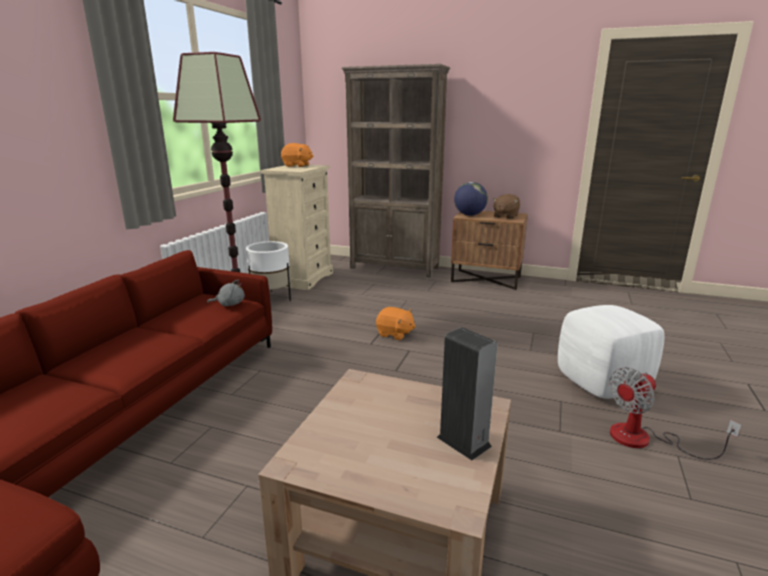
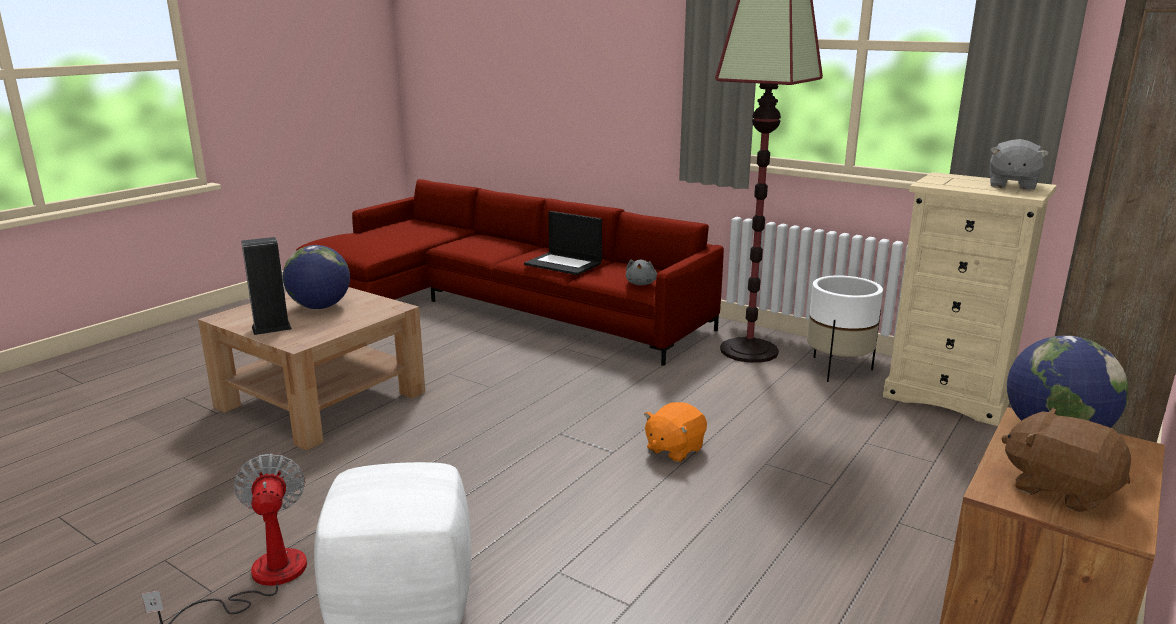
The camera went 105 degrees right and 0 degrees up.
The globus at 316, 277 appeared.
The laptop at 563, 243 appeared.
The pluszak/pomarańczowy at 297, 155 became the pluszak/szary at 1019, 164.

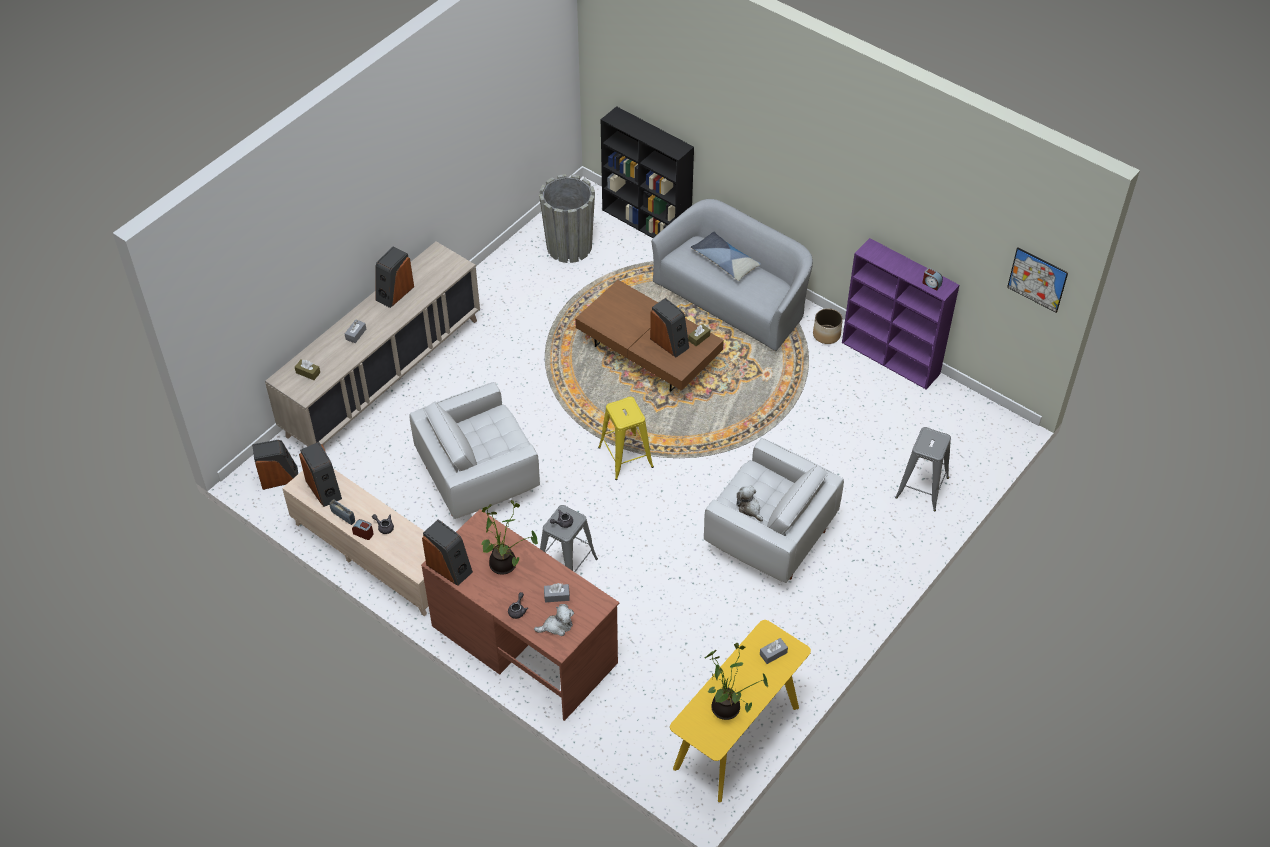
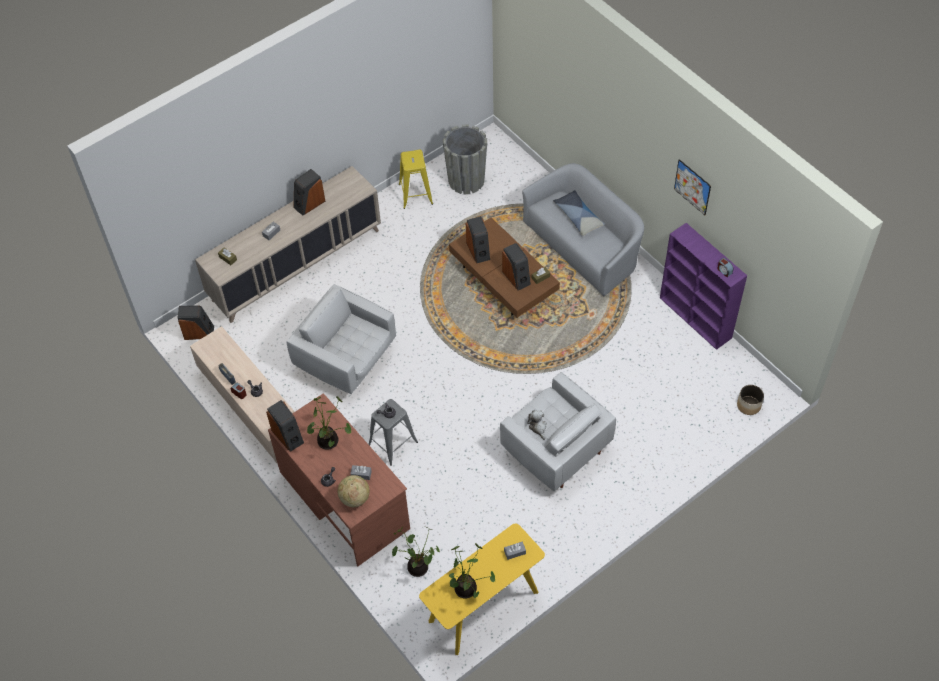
The camera went 15 degrees right and 5 degrees up.
The regał/czarny at 647, 172 disappeared.
The stołek/szary at 923, 469 disappeared.
The roślina doniczkowa at 416, 552 appeared.
The głośnik moved from 320, 474 to 478, 240.
The stołek/żółty moved from 626, 438 to 416, 179.
The donica moved from 828, 326 to 750, 400.
The obraz moved from 1037, 280 to 692, 187.
The pluszak at 554, 620 was replaced by the globus at 354, 491.
The fotel/biały at 474, 450 turned 45 degrees clockwise.

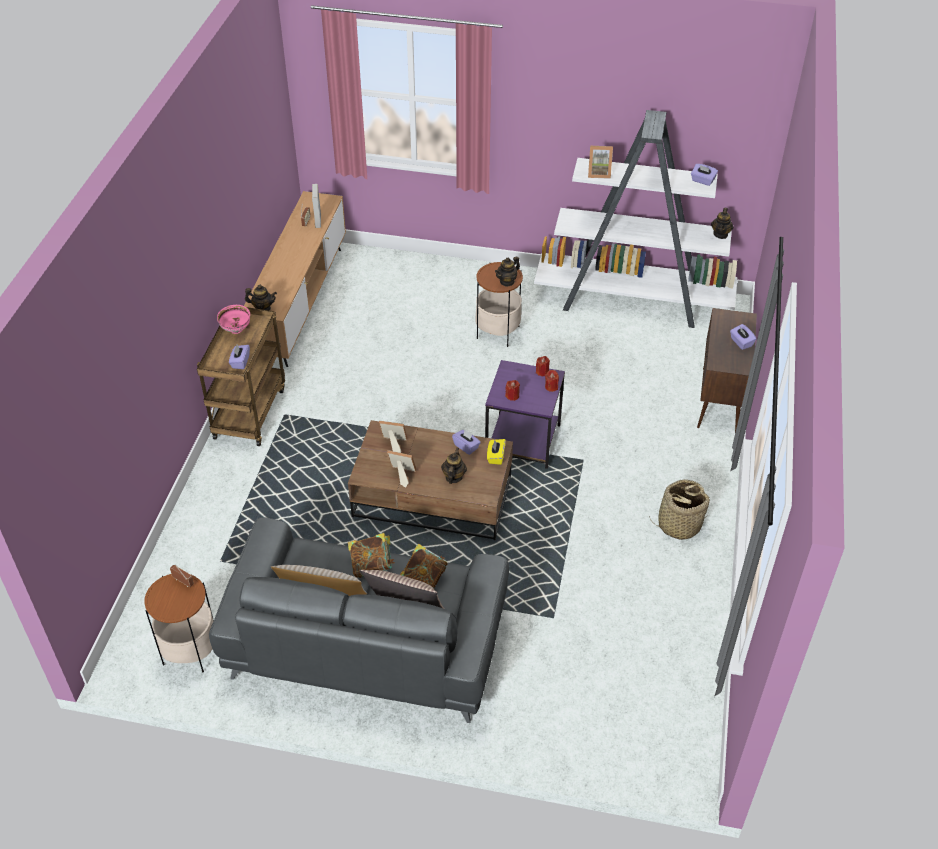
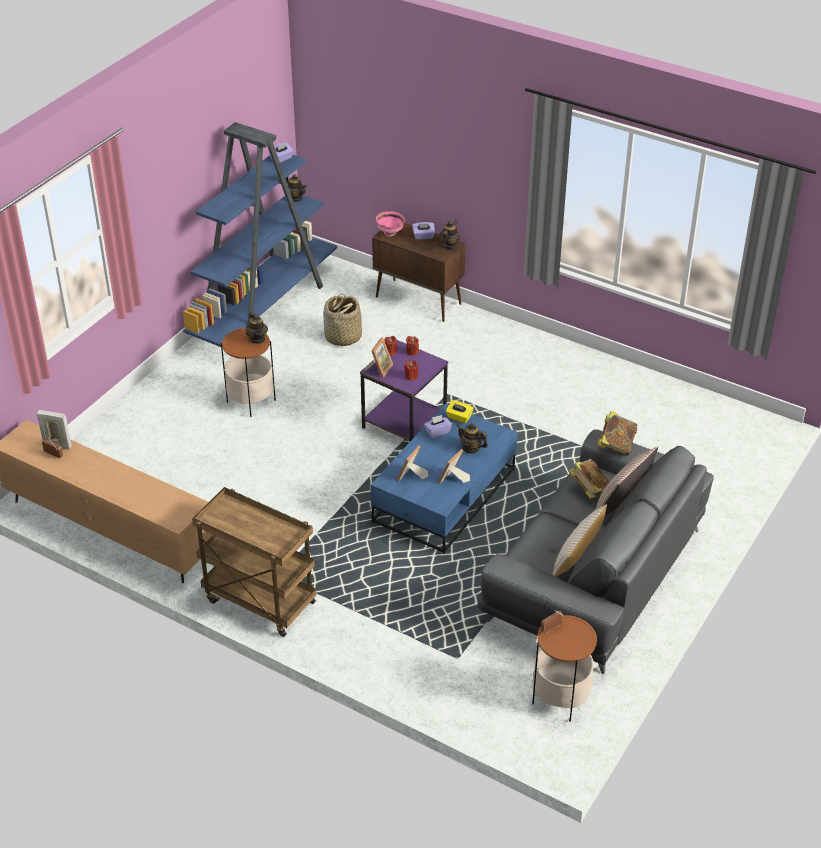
The camera went 70 degrees left and 5 degrees down.
The pudełko chusteczek/fioletowy at 239, 357 disappeared.
The miska/różowy moved from 233, 319 to 390, 223.
The imbryk moved from 261, 297 to 450, 235.
The książka moved from 371, 555 to 617, 433.
The ramka na zdjęcie moved from 600, 162 to 378, 357.
The koszyk moved from 679, 509 to 342, 319.
The ława/brązowy at 430, 480 became the ława/niebieski at 444, 479.
The regał/biały at 635, 219 became the regał/niebieski at 260, 235.

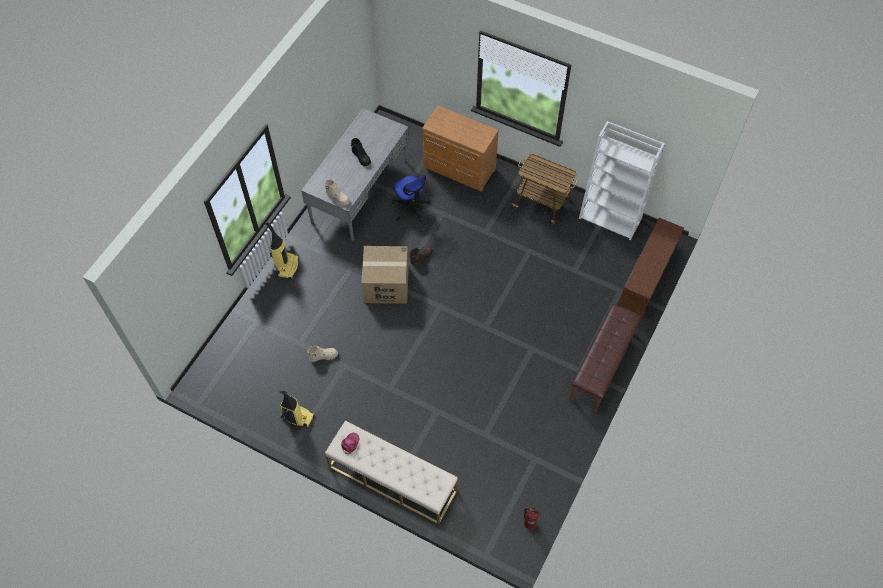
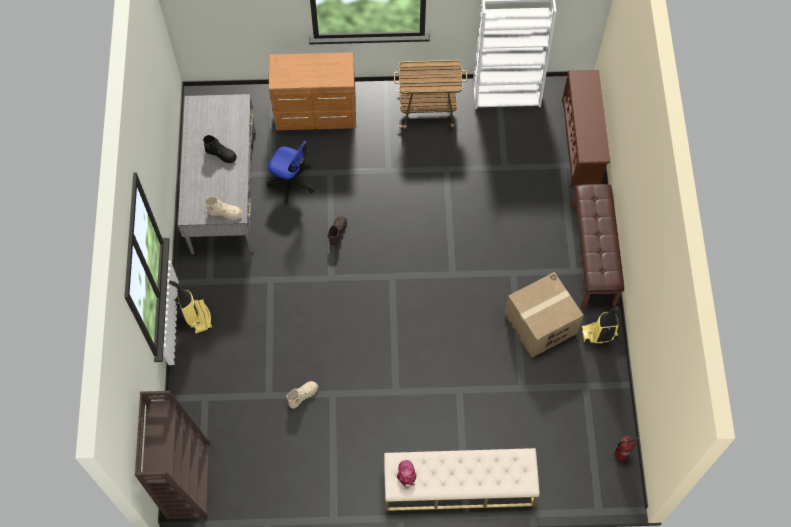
The camera went 30 degrees left and 5 degrees up.
The regał/brązowy at 172, 455 appeared.
The odkurzacz moved from 297, 409 to 600, 325.
The karton moved from 385, 275 to 544, 314.

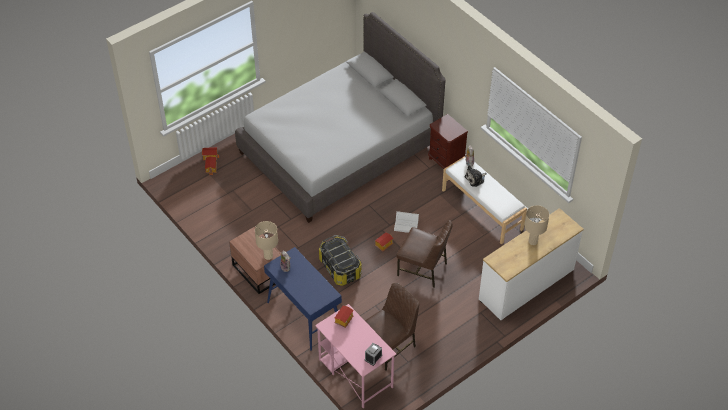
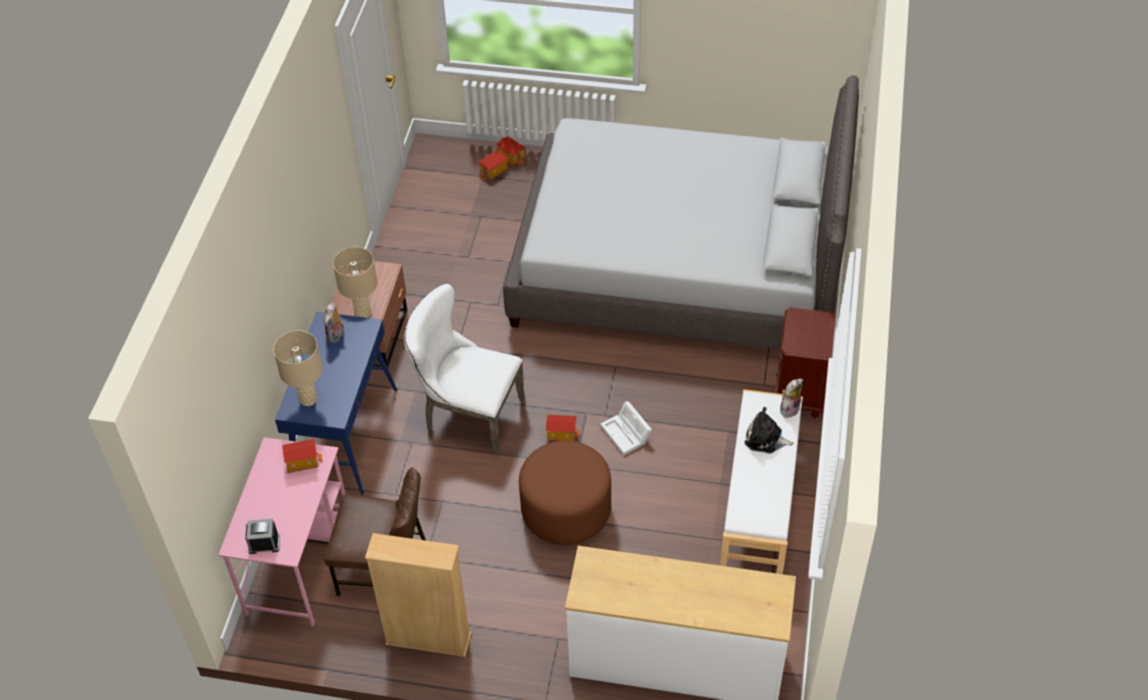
The camera went 50 degrees right and 0 degrees up.
The regał/beżowy at 418, 595 appeared.
The lampa stołowa/beżowy moved from 536, 225 to 298, 368.
The pojemnik do przechowywania at 340, 260 was replaced by the krzesło/biały at 464, 370.
The krzesło/brązowy at 424, 254 was replaced by the pufa/brązowy at 565, 493.

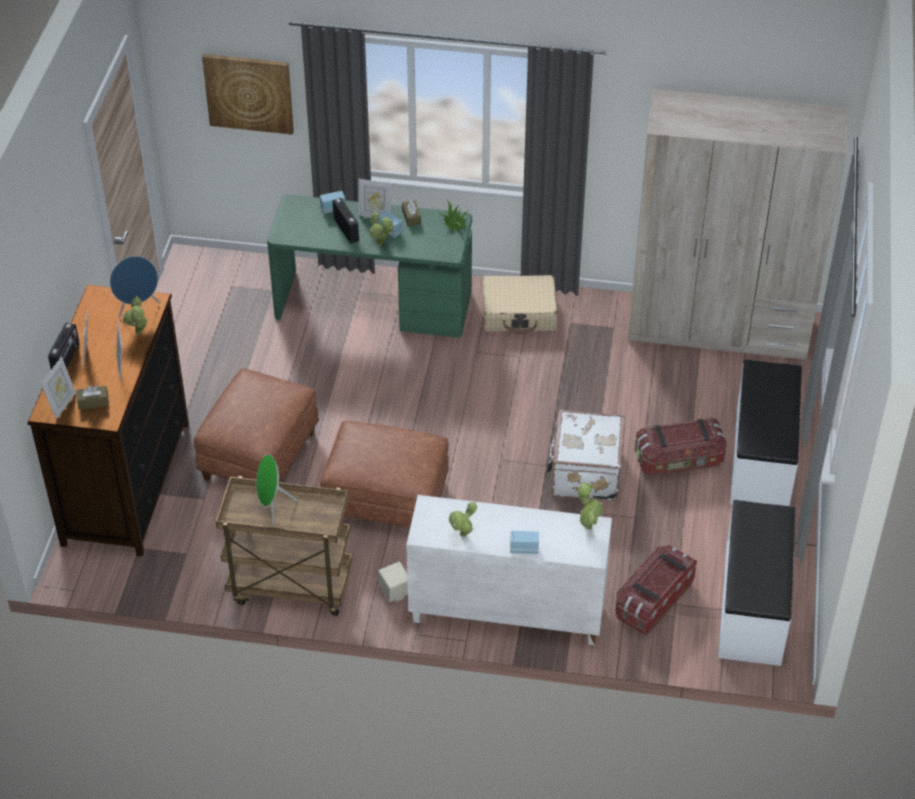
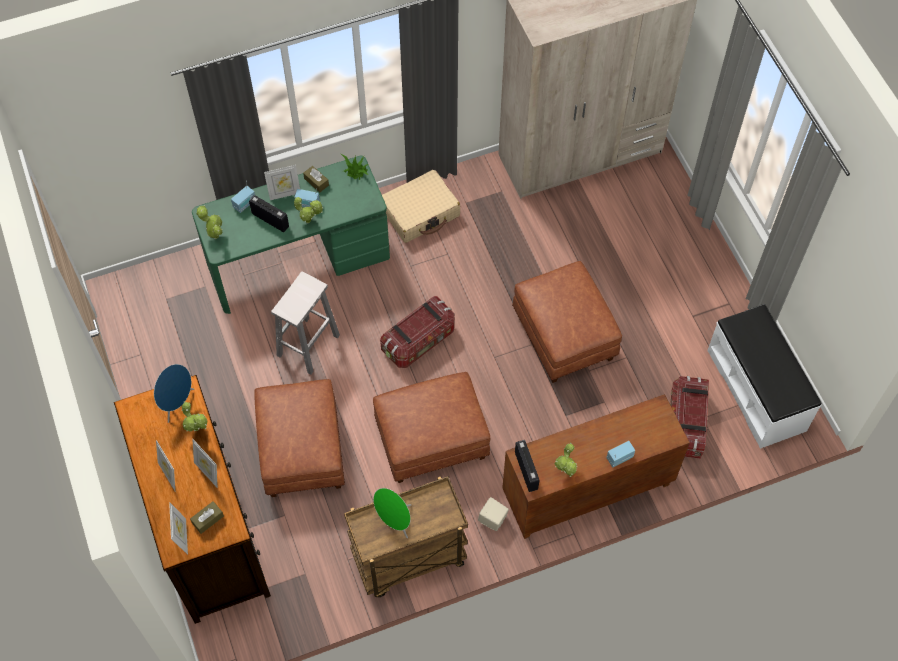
The camera went 30 degrees left and 15 degrees up.
The obraz at 248, 94 disappeared.
The ławka/biały at 766, 433 disappeared.
The stołek/biały at 305, 322 appeared.
The radio moved from 63, 346 to 527, 466.
The roślina doniczkowa moved from 590, 506 to 209, 222.
The pojemnik do przechowywania moved from 681, 447 to 417, 332.
The walizka/biały at 585, 455 was replaced by the pufa/brązowy at 567, 322.
The szafka/biały at 509, 570 became the szafka/brązowy at 596, 466.

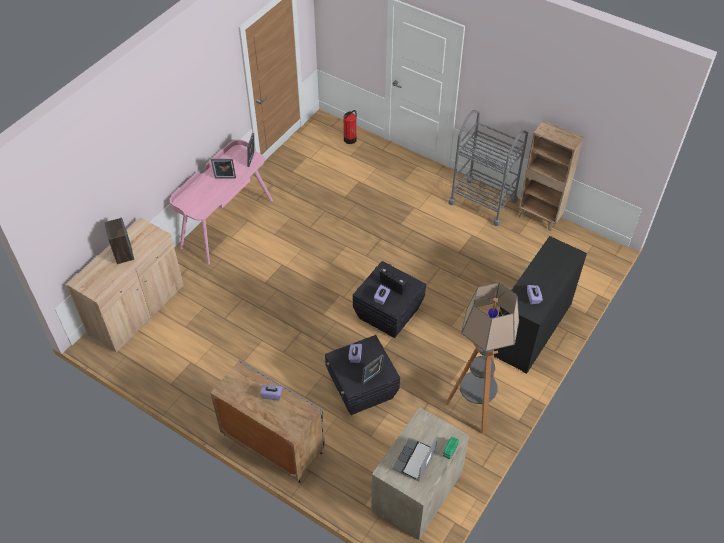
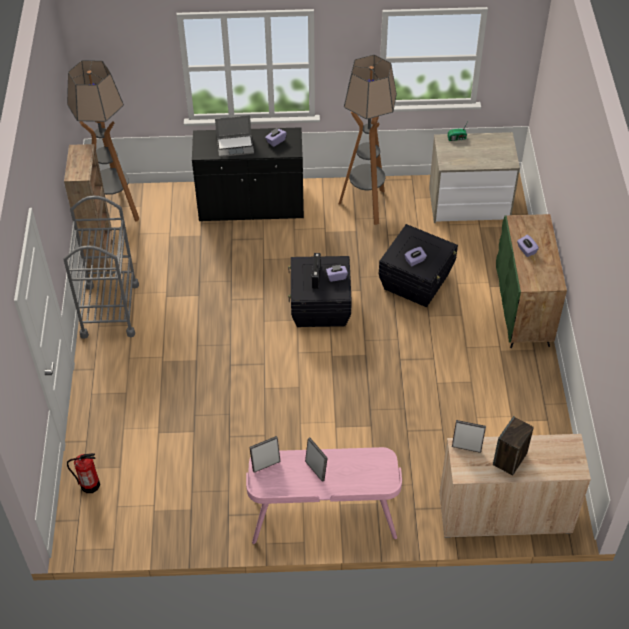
The camera went 125 degrees left and 0 degrees up.
The lampa stojąca at 103, 141 appeared.
The ramka na zdjęcie moved from 373, 369 to 469, 436.
The laptop moved from 415, 458 to 234, 136.
The szafka/szary at 267, 421 became the szafka/zielony at 531, 281.

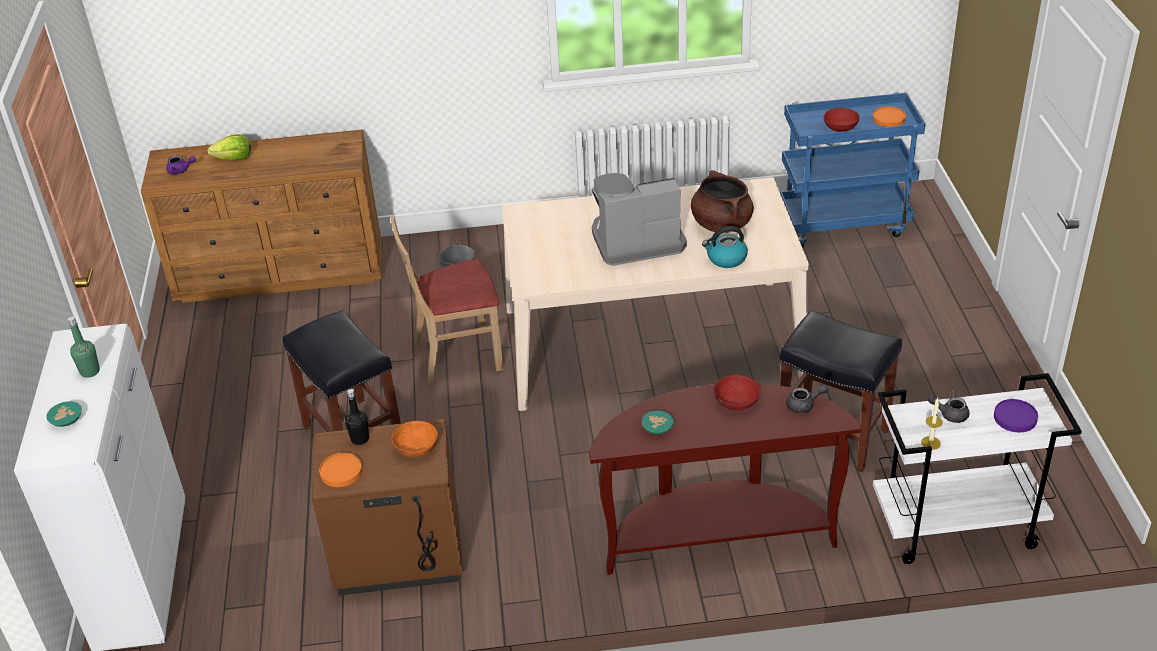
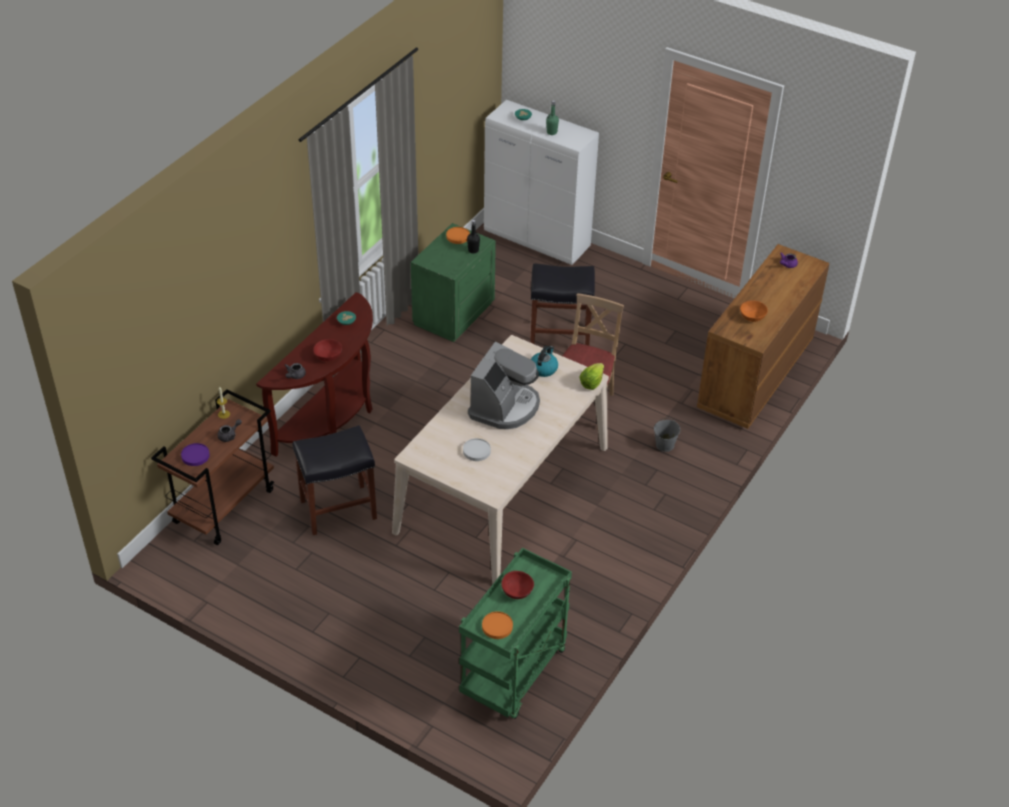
The camera went 125 degrees right and 5 degrees up.
The sałata moved from 229, 147 to 592, 376.
The miska/pomarańczowy moved from 414, 439 to 754, 311.
The czajnik moved from 725, 247 to 544, 361.
The garnek/brązowy at 722, 201 was replaced by the talerz/biały at 477, 449.
The szafka nocna/brązowy at 387, 507 became the szafka nocna/zielony at 453, 282.
The wózek/niebieski at 852, 169 became the wózek/zielony at 515, 633.
The wózek/biały at 977, 468 became the wózek/brązowy at 212, 467.

